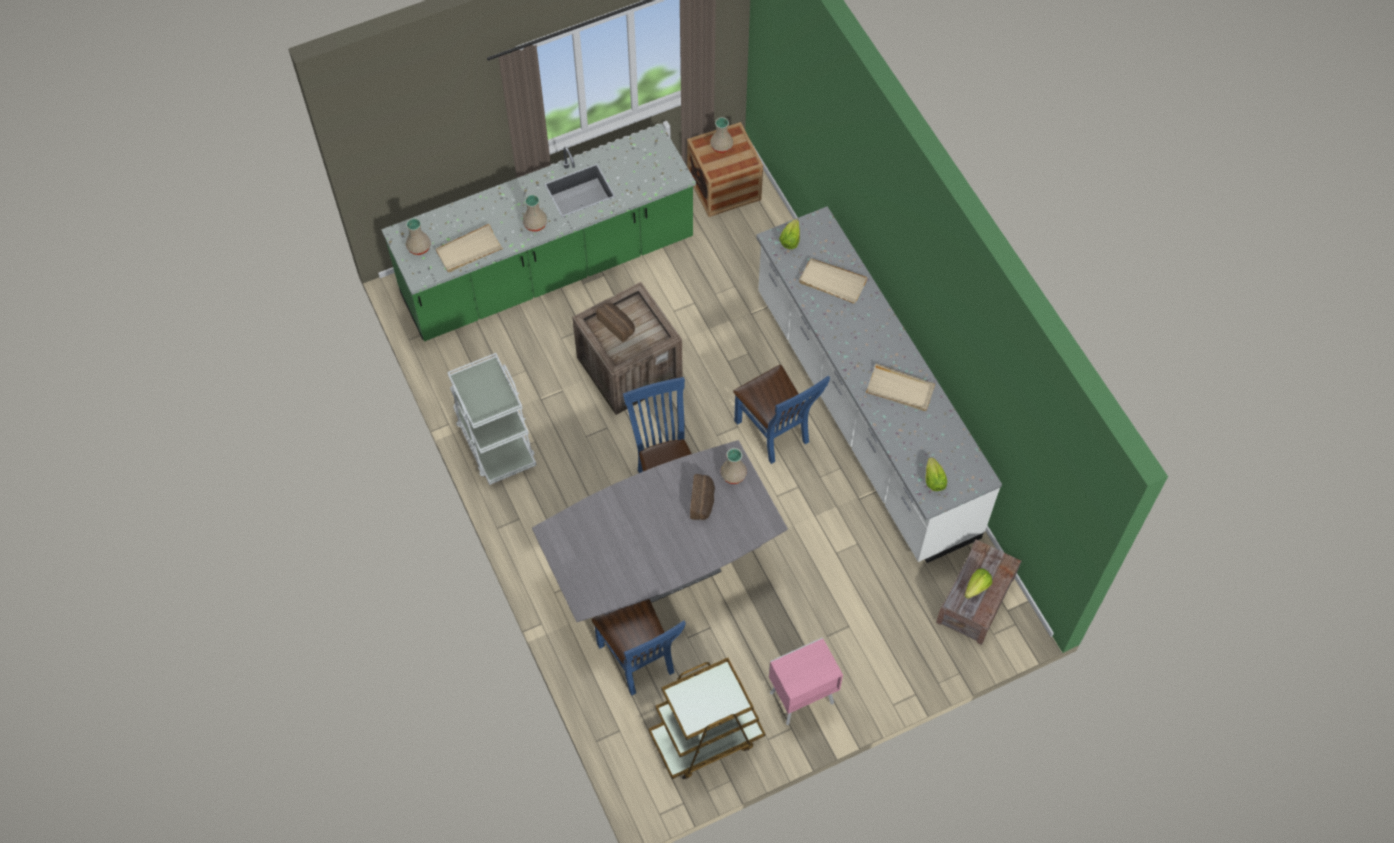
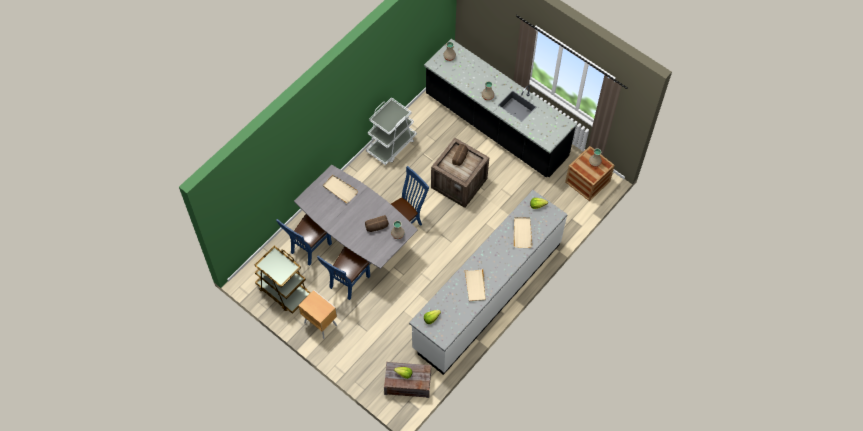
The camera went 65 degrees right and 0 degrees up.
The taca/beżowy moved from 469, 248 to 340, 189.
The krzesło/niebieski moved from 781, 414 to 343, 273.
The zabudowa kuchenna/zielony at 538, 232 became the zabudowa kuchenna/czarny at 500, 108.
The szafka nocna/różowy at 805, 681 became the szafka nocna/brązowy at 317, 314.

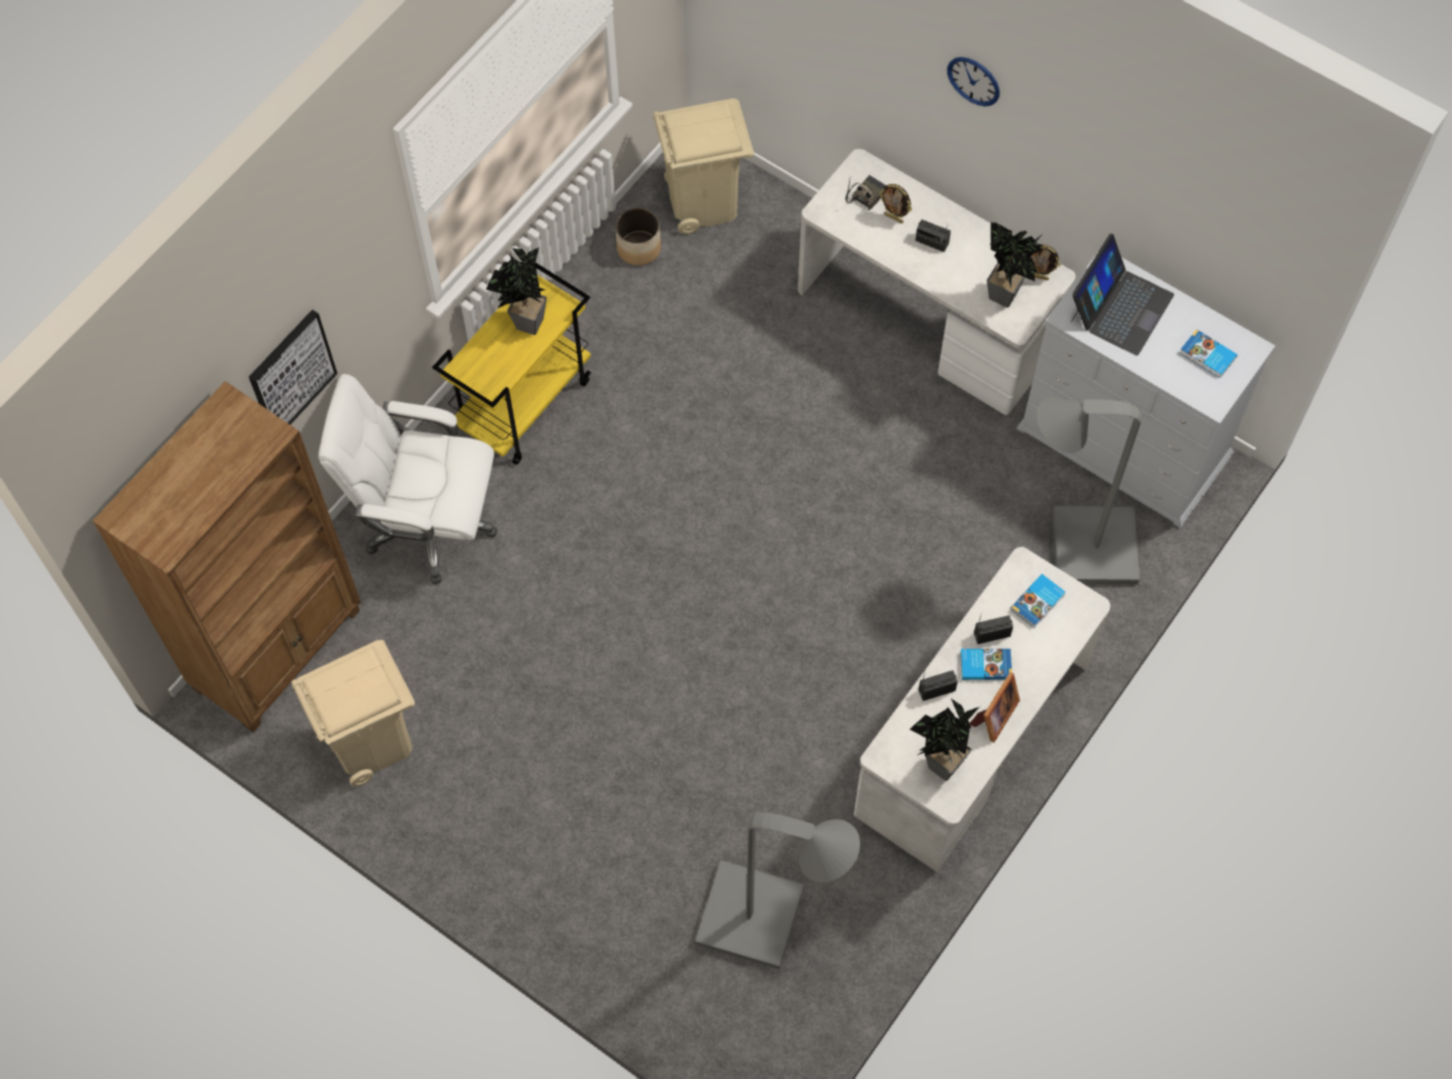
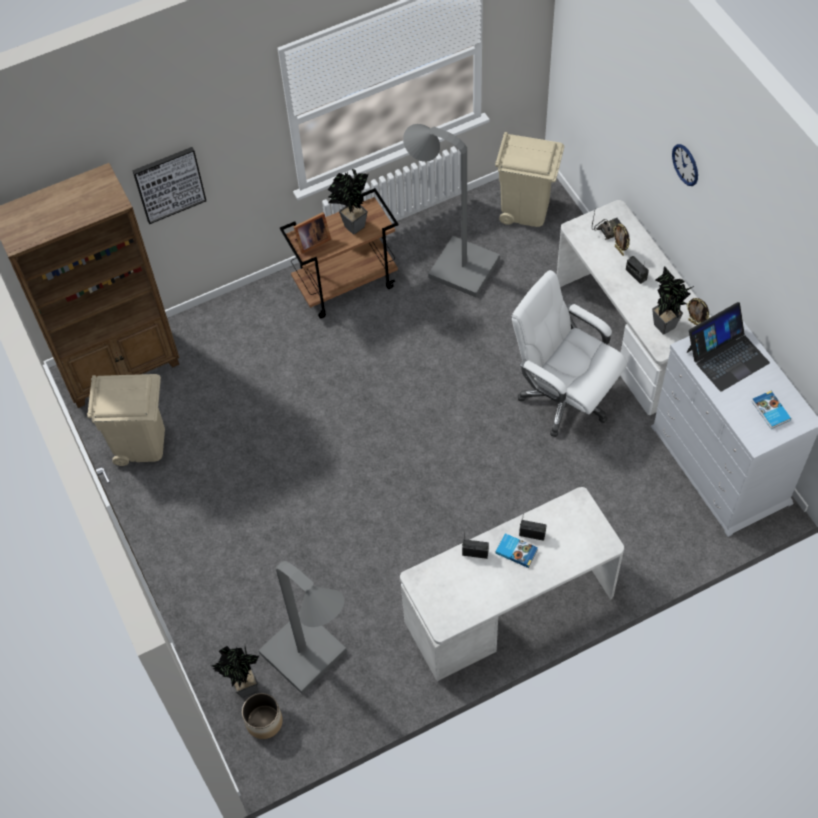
The camera went 30 degrees right and 5 degrees down.
The książka at 1037, 601 disappeared.
The krzesło biurowe/biały moved from 407, 479 to 569, 353.
The donica moved from 638, 237 to 262, 716.
The roślina doniczkowa moved from 944, 740 to 236, 672.
The ramka na zdjęcie moved from 994, 707 to 312, 233.
The lampa stojąca/szary moved from 1089, 490 to 451, 210.
The wózek/żółty at 511, 364 became the wózek/brązowy at 339, 253.

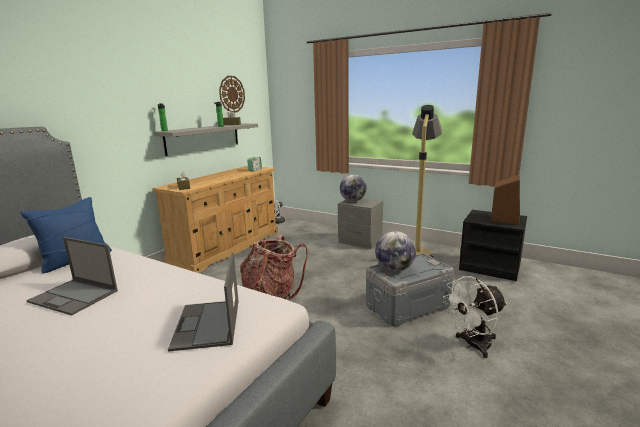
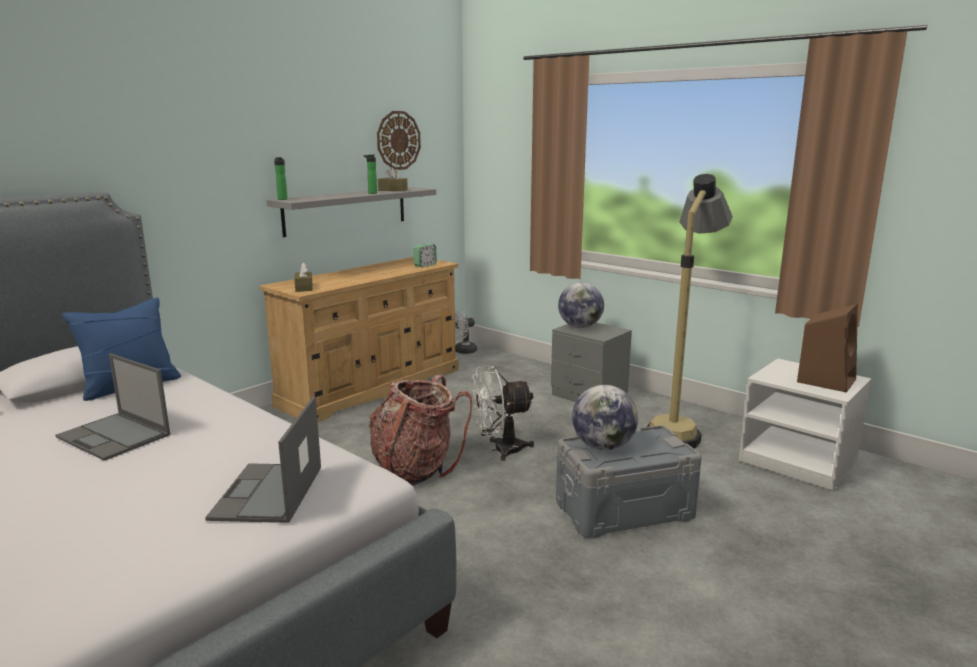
The camera went 10 degrees right and 0 degrees up.
The wentylator/biały moved from 475, 317 to 503, 413.
The szafka nocna/czarny at 493, 245 became the szafka nocna/biały at 805, 424.

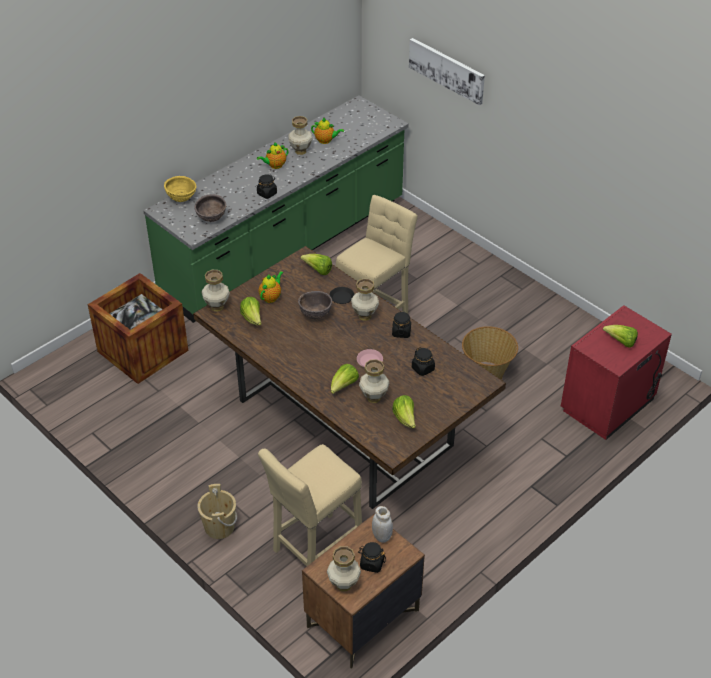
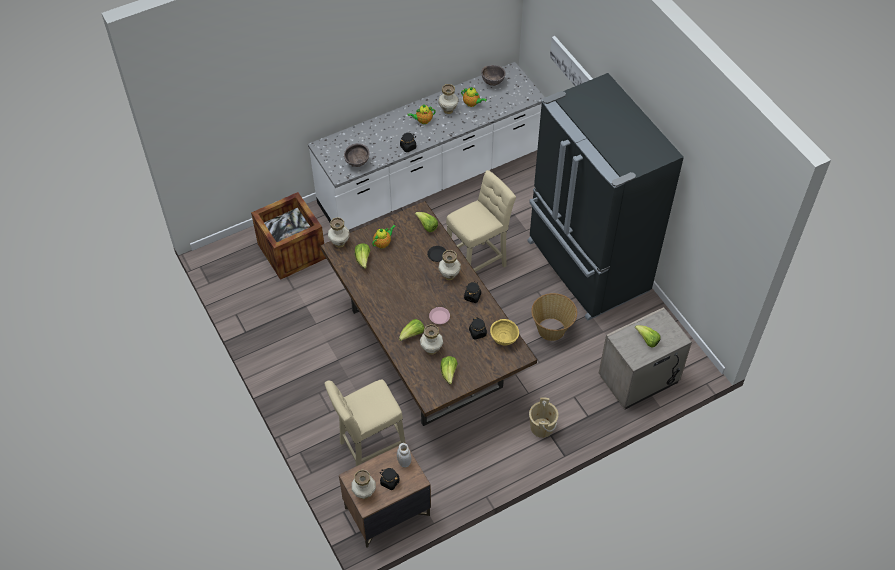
The camera went 15 degrees right and 10 degrees up.
The lodówka/czarny at 606, 197 appeared.
The miska/żółty moved from 180, 189 to 504, 332.
The wiadro/beżowy moved from 217, 511 to 544, 417.
The miska/brązowy moved from 315, 305 to 493, 75.
The zabudowa kuchenna/zielony at 276, 209 became the zabudowa kuchenna/biały at 426, 146.
The szafka nocna/czerwony at 616, 372 became the szafka nocna/beżowy at 645, 358.

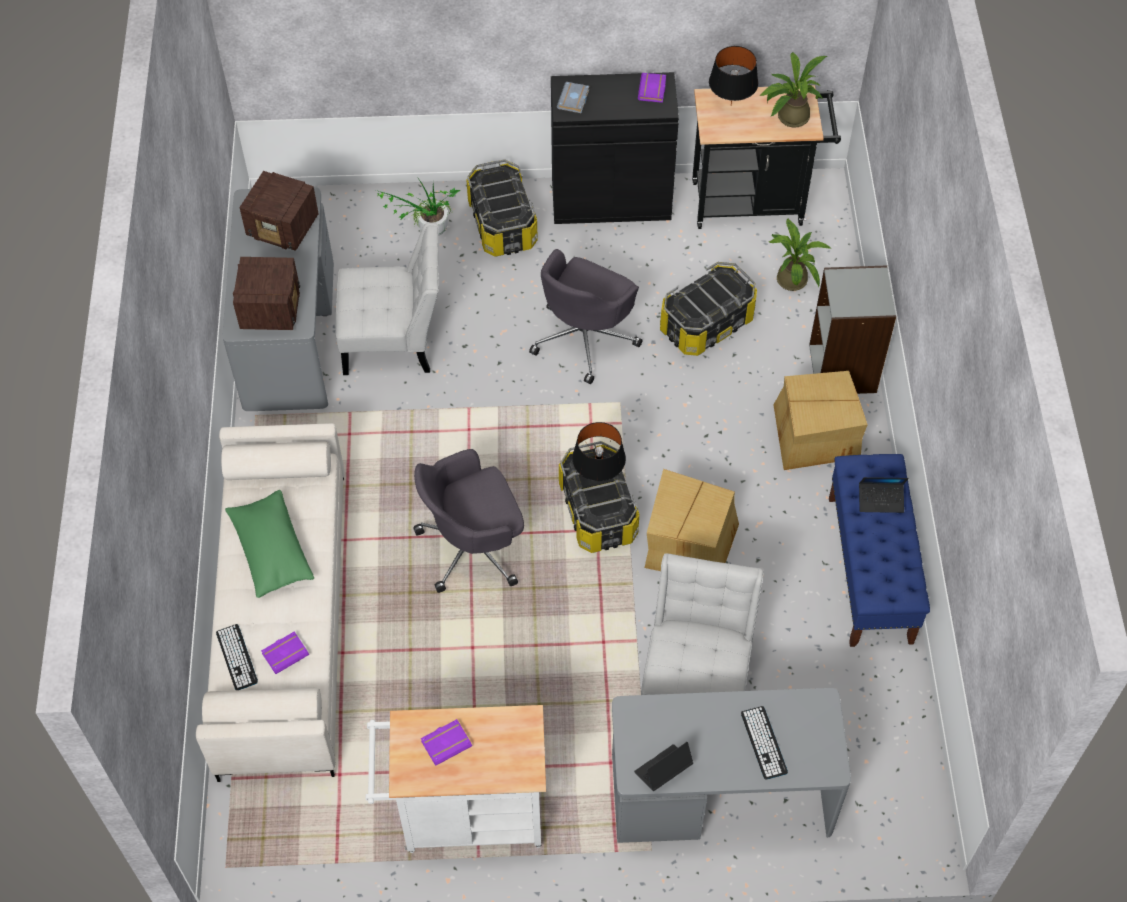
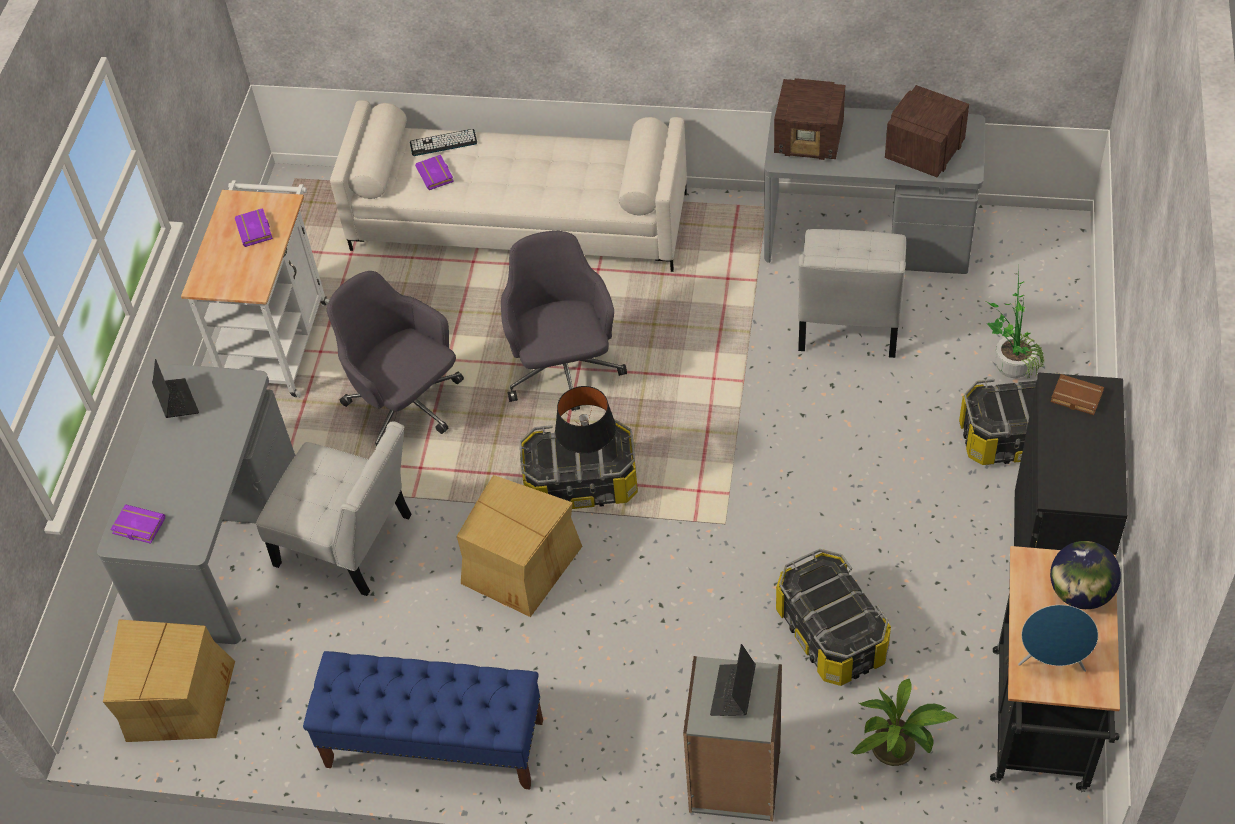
The camera went 105 degrees right and 5 degrees down.
The poduszka/zielony at 269, 544 disappeared.
The klawiatura at 764, 743 disappeared.
The krzesło biurowe/szary moved from 586, 316 to 395, 361.
The książka/fioletowy moved from 652, 88 to 137, 524.
The karton moved from 821, 420 to 169, 680.
The laptop moved from 884, 495 to 733, 680.
The lampa stołowa/czarny at 733, 76 was replaced by the globus at 1085, 575.
The roślina doniczkowa at 793, 90 was replaced by the głośnik/niebieski at 1058, 638.
The książka/szary at 573, 97 became the książka/brązowy at 1077, 394.

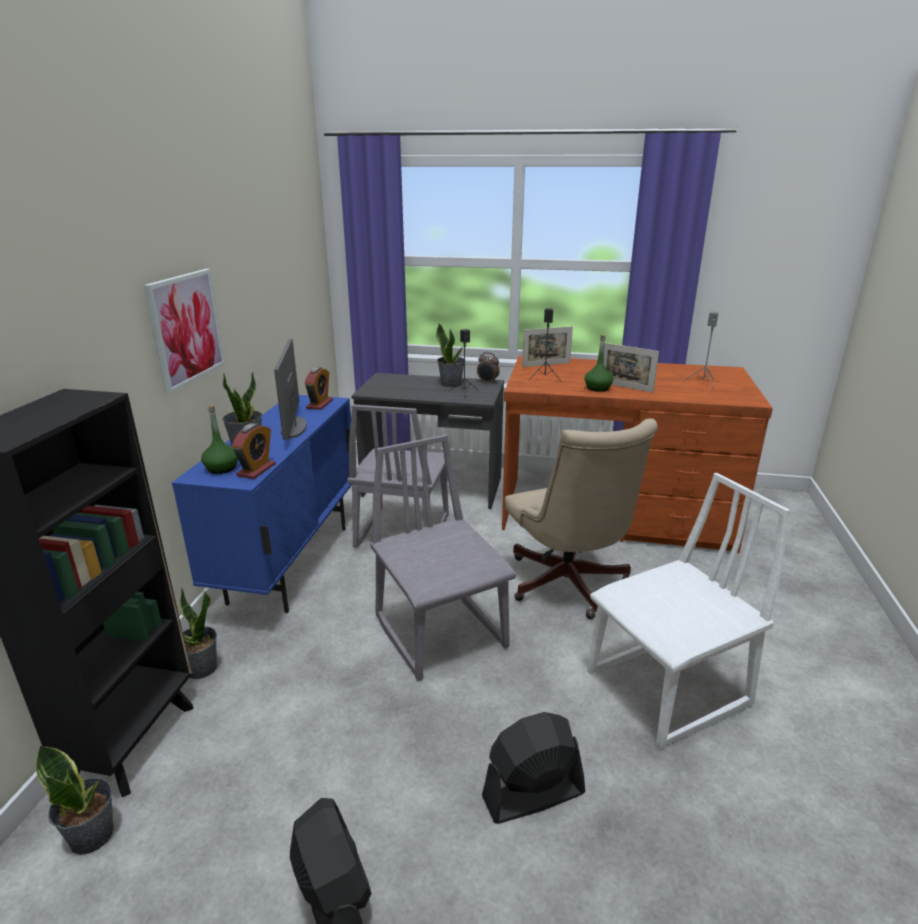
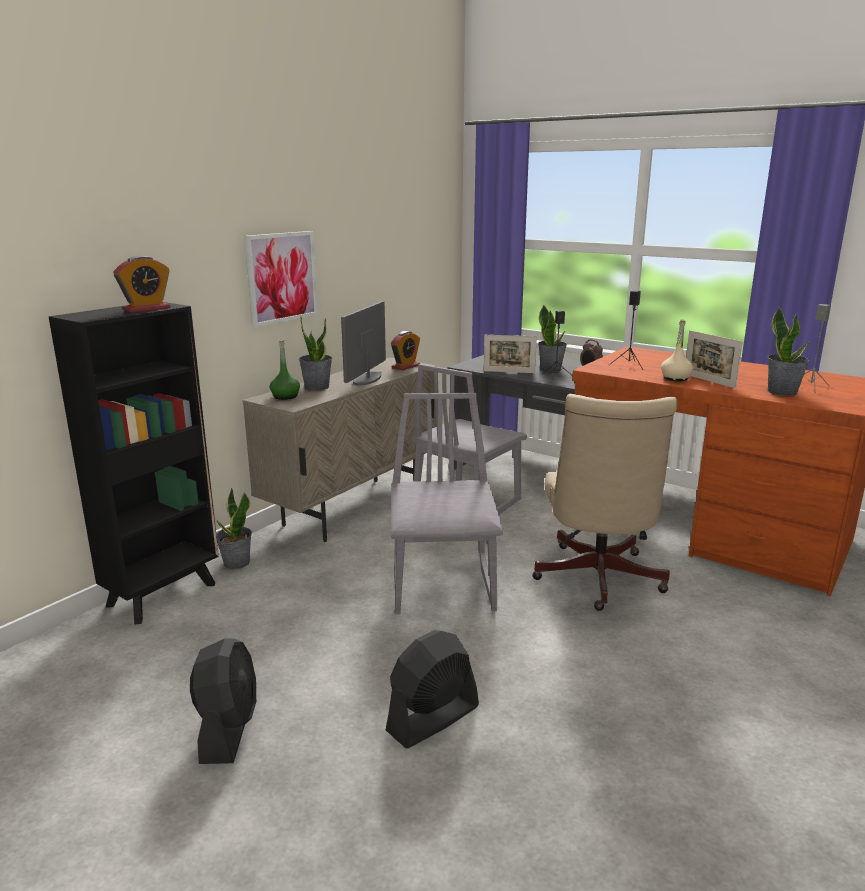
The camera went 25 degrees right and 5 degrees down.
The krzesło/biały at 688, 611 disappeared.
The roślina doniczkowa moved from 74, 800 to 789, 351.
The budzik moved from 254, 451 to 142, 284.
The ramka na zdjęcie moved from 547, 346 to 510, 354.
The szafka/niebieski at 262, 504 became the szafka/beżowy at 340, 449.
The butelka/zielony at 598, 363 became the butelka/beżowy at 677, 350.
The wentylator/czarny at 533, 768 turned 45 degrees counterclockwise.

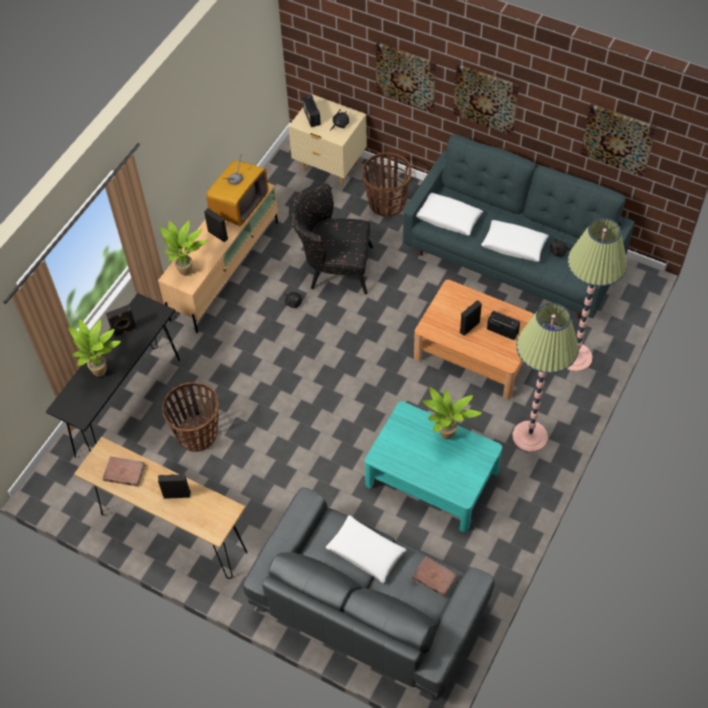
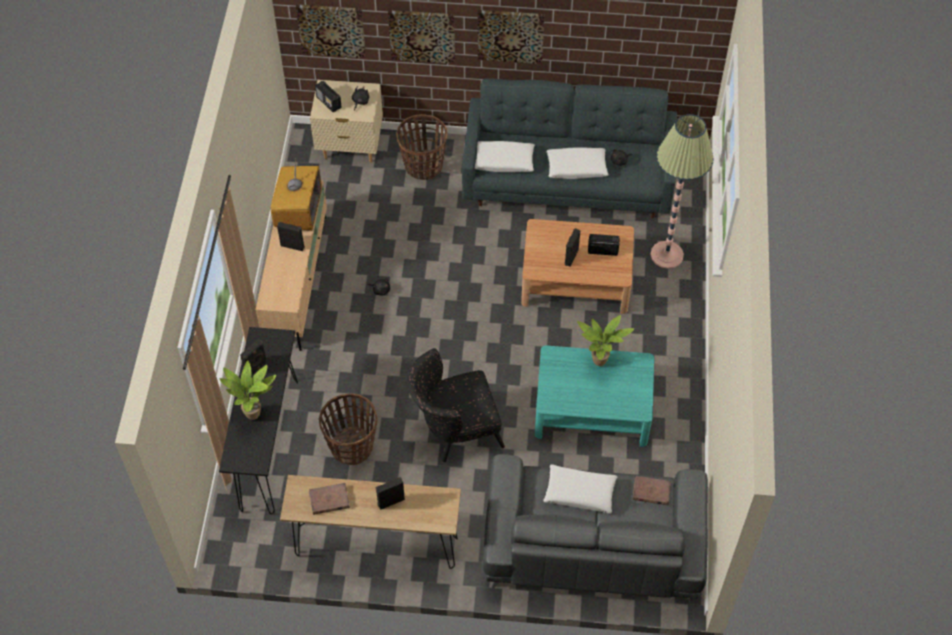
The camera went 25 degrees left and 0 degrees up.
The roślina doniczkowa at 183, 248 disappeared.
The lampa stojąca at 545, 377 disappeared.
The fotel/czarny moved from 331, 239 to 456, 405.
The obraz moved from 618, 140 to 331, 31.

